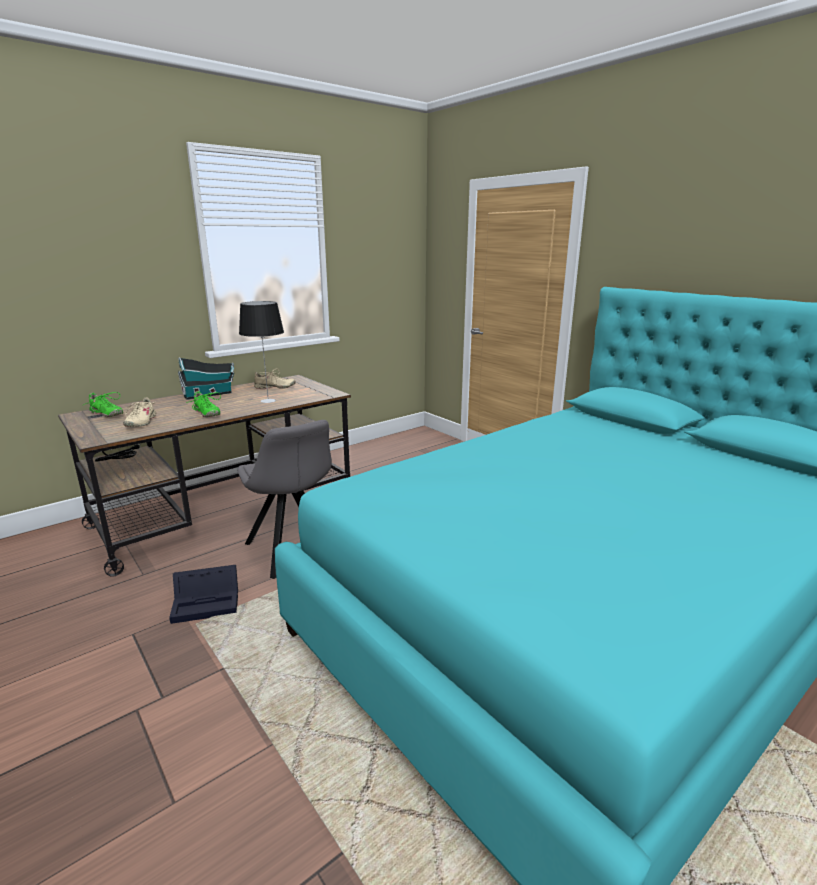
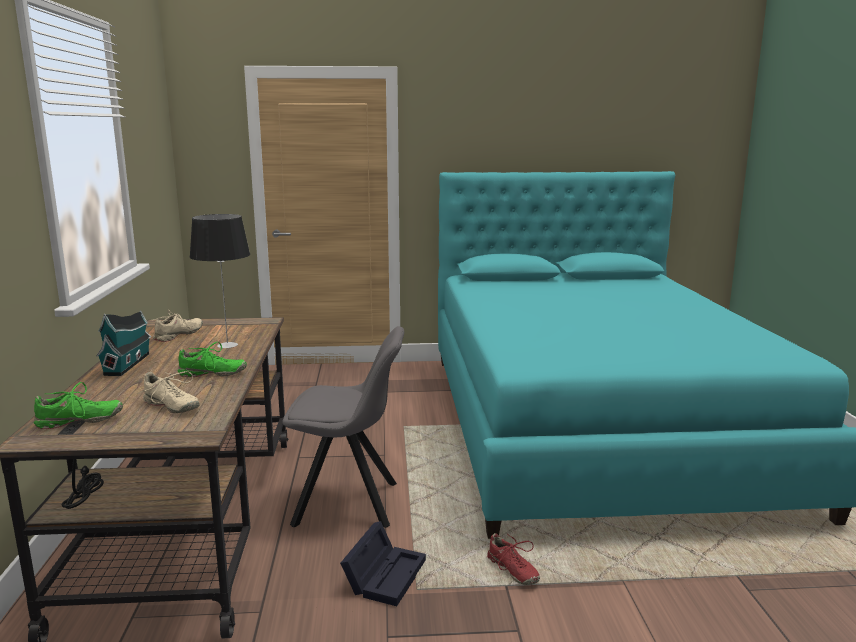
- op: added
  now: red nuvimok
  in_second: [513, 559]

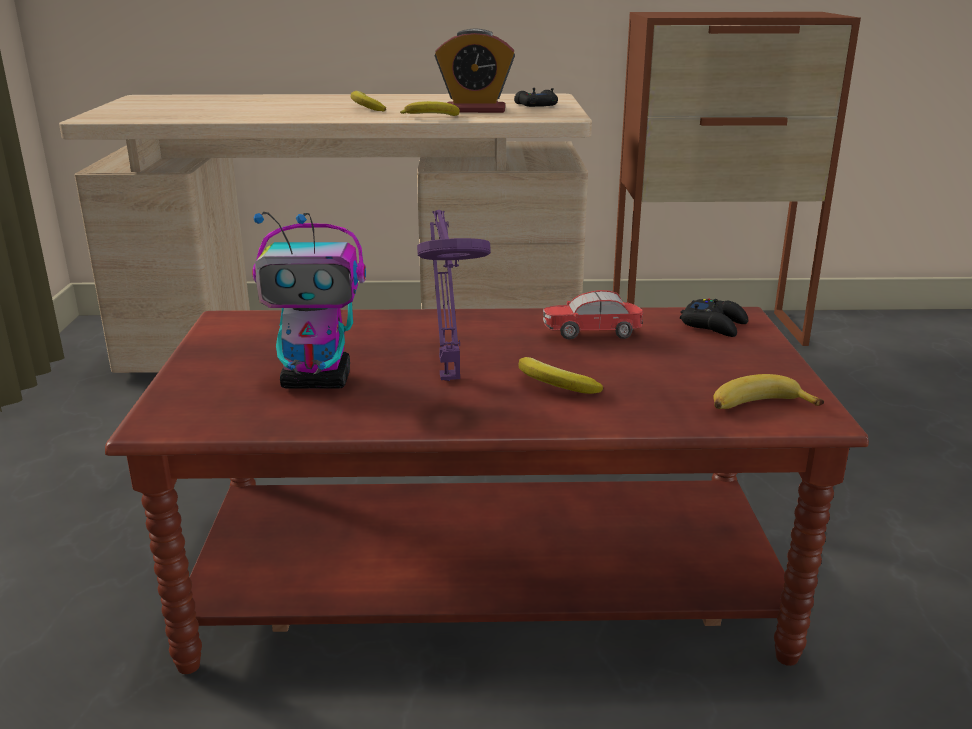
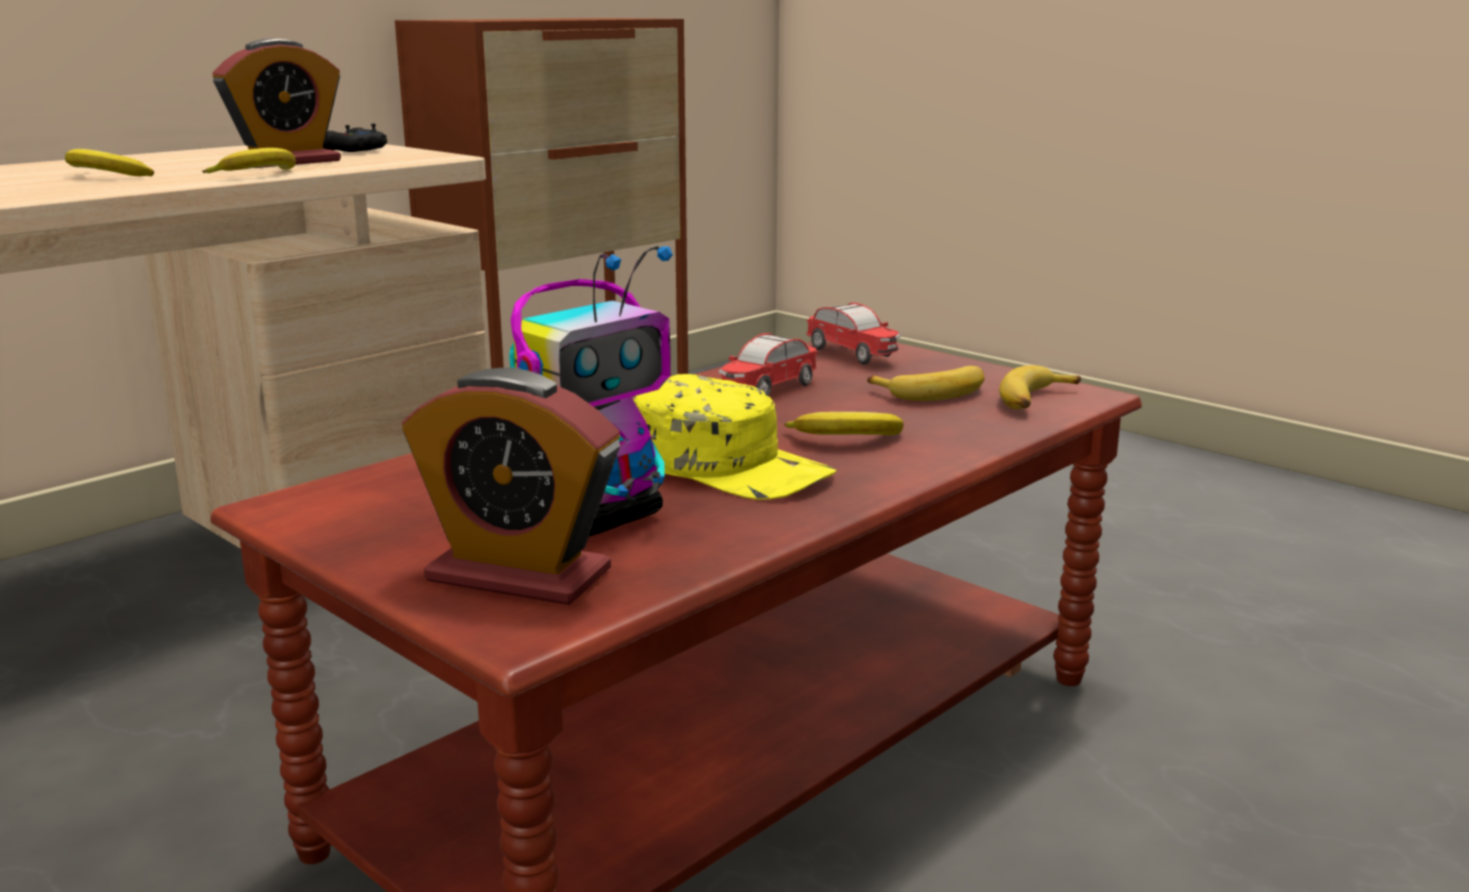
- op: replaced
  was: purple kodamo
  now: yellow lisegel
  in_first: [454, 295]
  in_second: [735, 437]
- op: replaced
  was: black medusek
  now: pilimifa
  in_first: [714, 318]
  in_second: [853, 334]
- op: added
  now: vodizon
  in_second: [511, 486]
- op: added
  now: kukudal
  in_second: [926, 383]

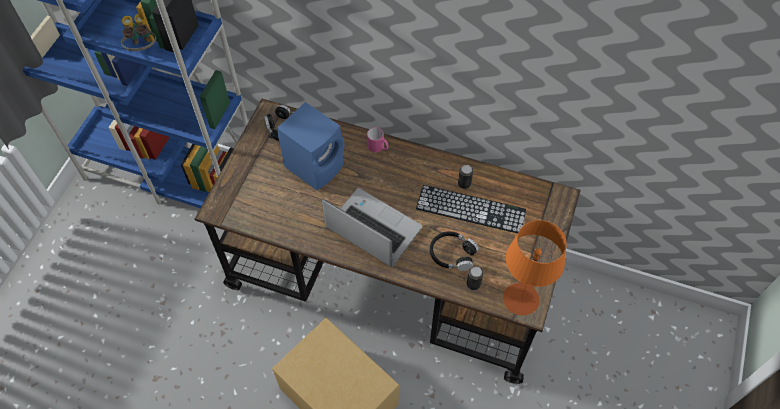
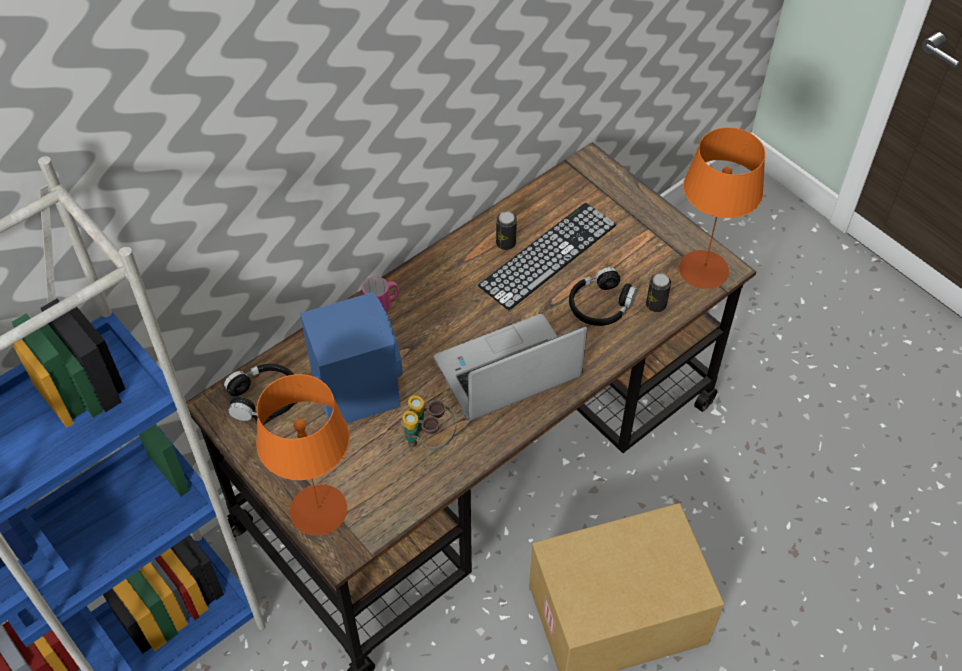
- op: moved
  was: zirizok
  in_first: [138, 32]
  in_second: [428, 423]
- op: added
  now: orange kodamo
  in_second: [303, 455]

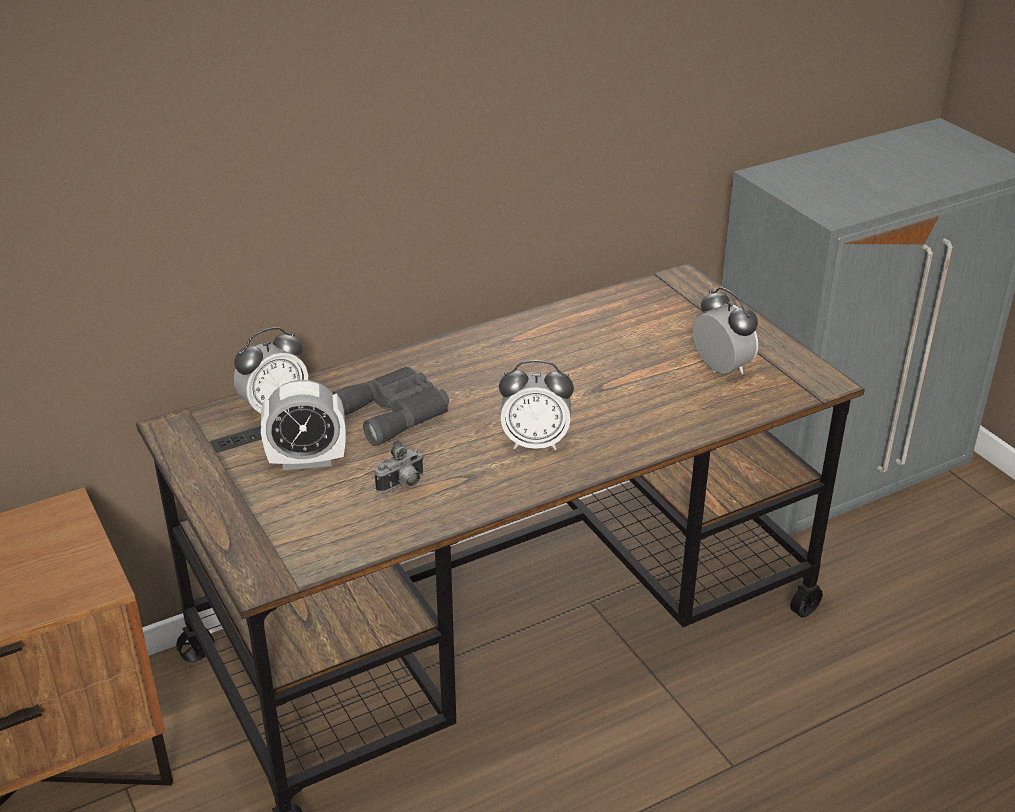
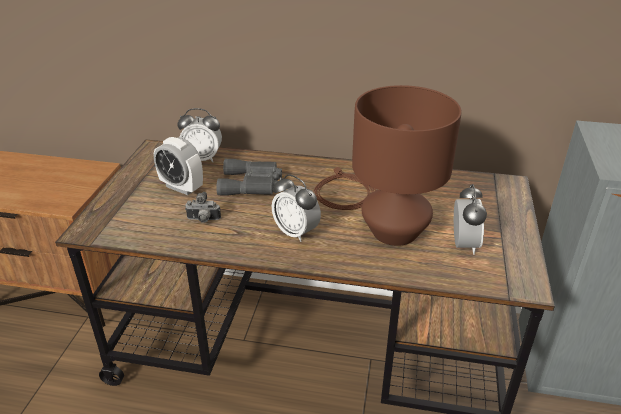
- op: added
  now: brown kodamo
  in_second: [387, 165]

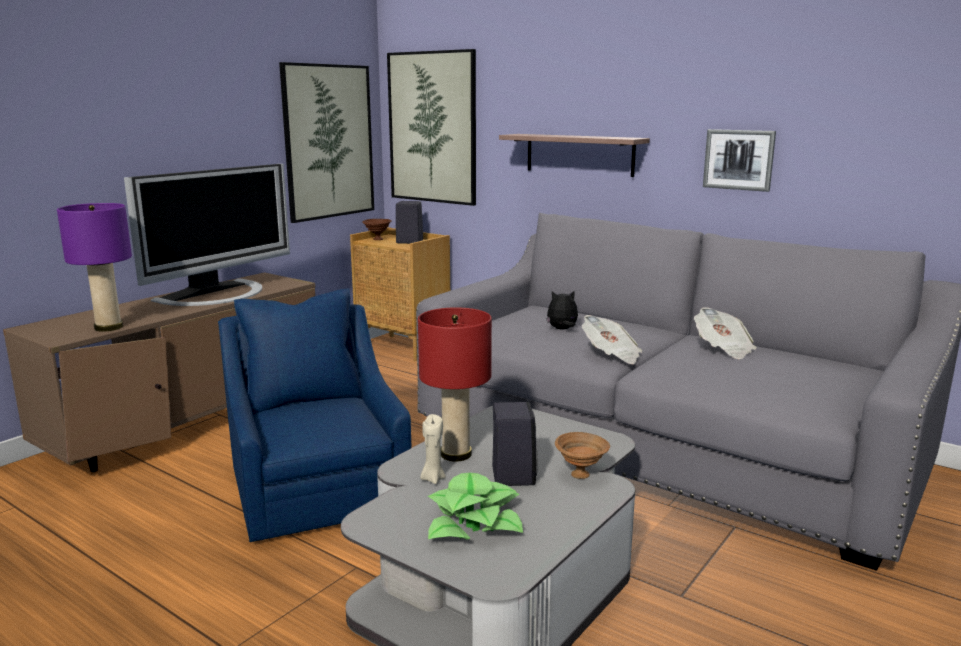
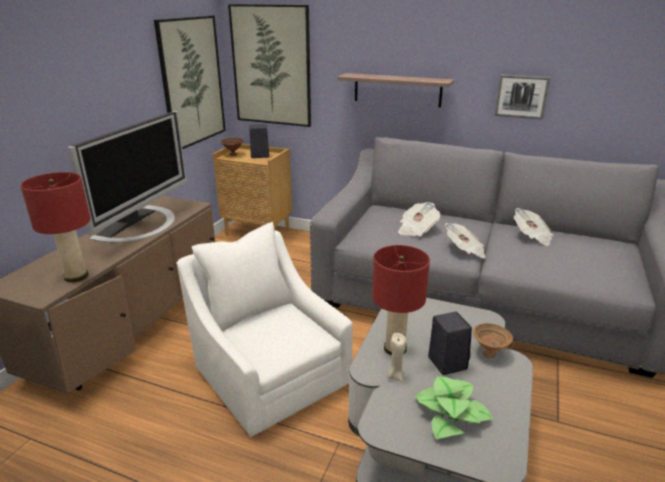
- op: recoloured
  was: purple kodamo
  now: red kodamo
  in_first: [94, 267]
  in_second: [55, 227]
- op: recoloured
  was: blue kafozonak
  now: white kafozonak
  in_first: [315, 415]
  in_second: [264, 329]
- op: replaced
  was: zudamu
  now: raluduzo
  in_first: [562, 309]
  in_second: [419, 219]

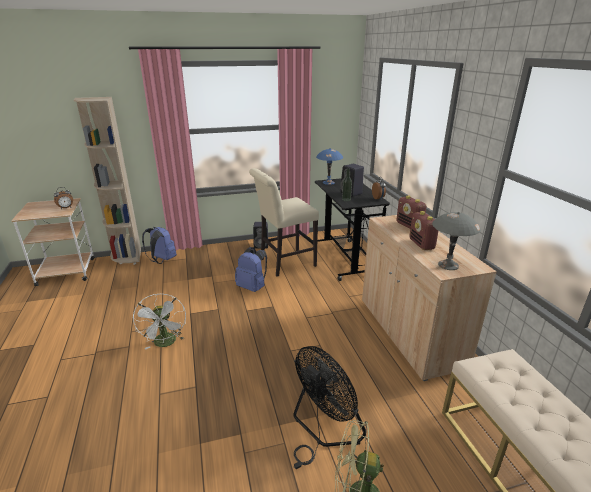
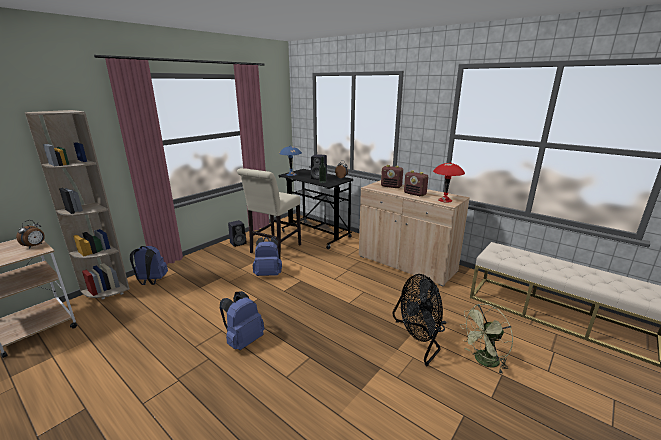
- op: replaced
  was: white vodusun
  now: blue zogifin
  in_first: [159, 322]
  in_second: [242, 320]
- op: turned
  was: black vodusun
  in_first: [329, 407]
  in_second: [419, 320]
  clockwise: -120
- op: recoloured
  was: grey kodamo
  now: red kodamo
  in_first: [456, 241]
  in_second: [449, 182]

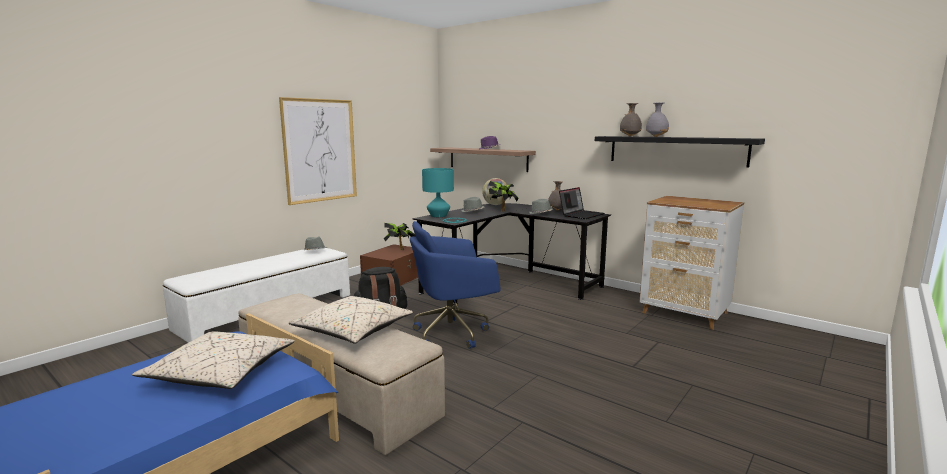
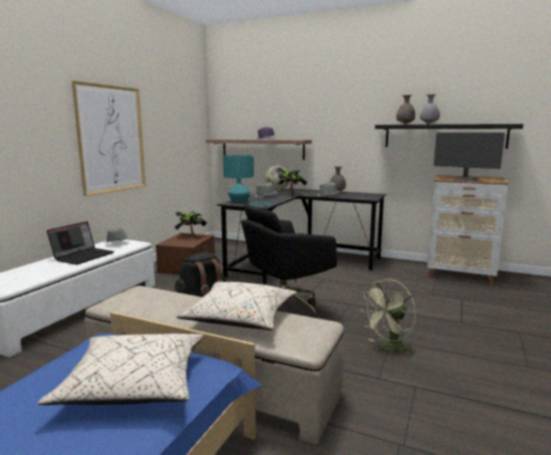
- op: recoloured
  was: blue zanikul
  now: black zanikul
  in_first: [455, 285]
  in_second: [289, 261]
- op: moved
  was: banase
  in_first: [582, 203]
  in_second: [80, 243]
- op: added
  now: green vodusun
  in_second: [388, 318]
- op: added
  now: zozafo
  in_second: [469, 156]

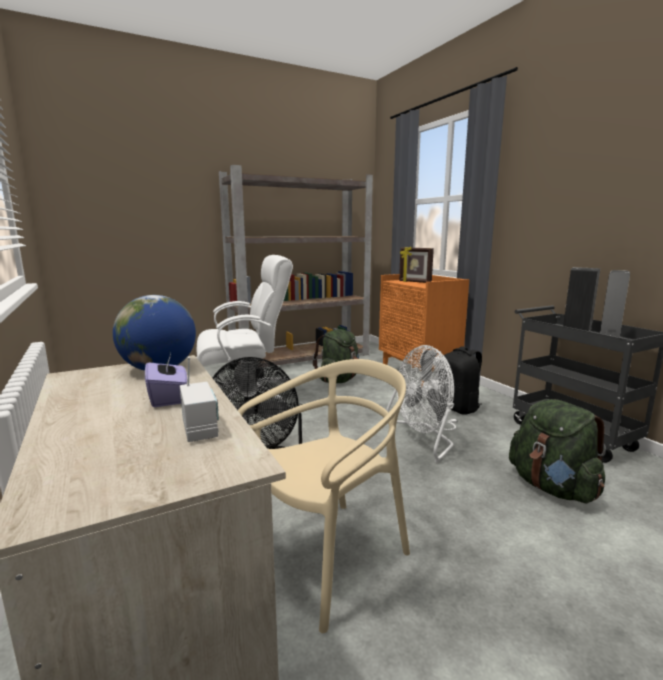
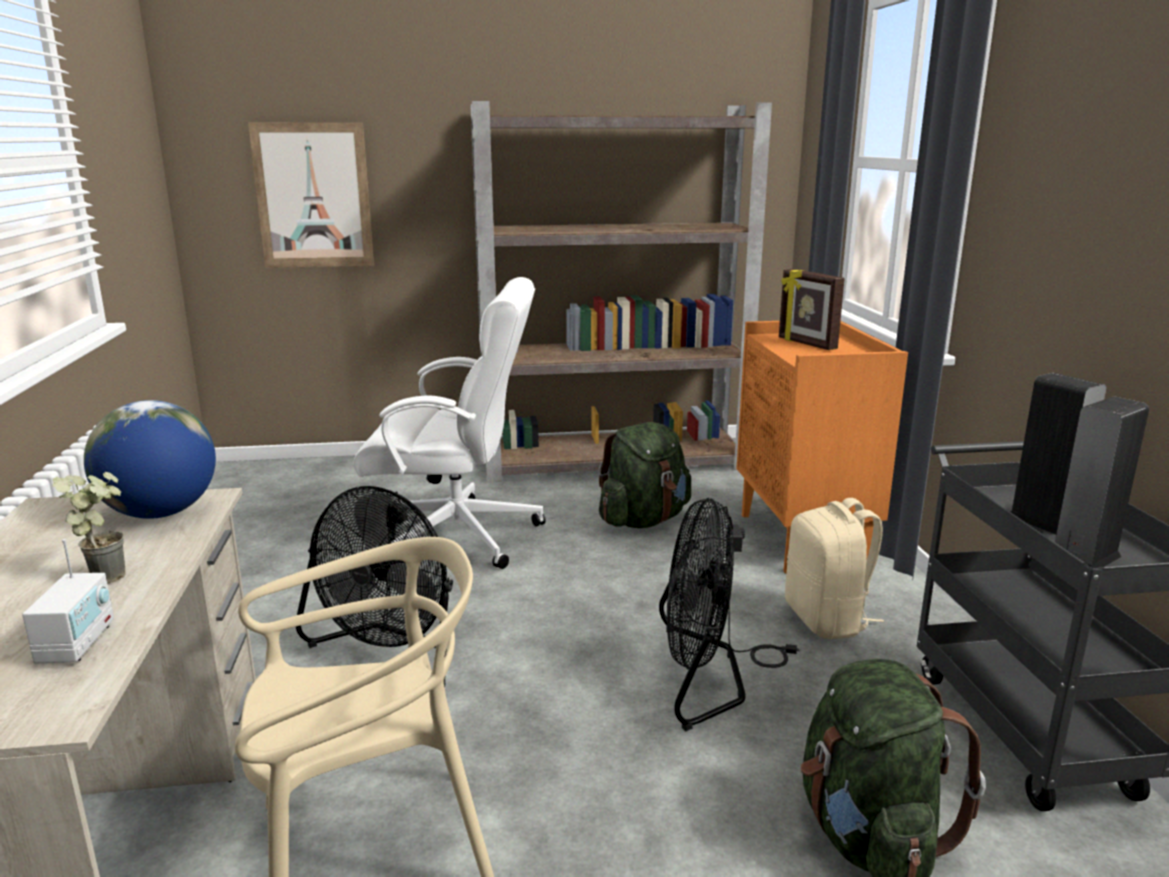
- op: replaced
  was: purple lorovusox
  now: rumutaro
  in_first: [166, 380]
  in_second: [88, 528]
- op: recoloured
  was: white vodusun
  now: black vodusun
  in_first: [422, 404]
  in_second: [729, 615]
- op: recoloured
  was: black zogifin
  now: beige zogifin
  in_first: [459, 380]
  in_second: [834, 568]
- op: added
  now: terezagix
  in_second: [311, 195]

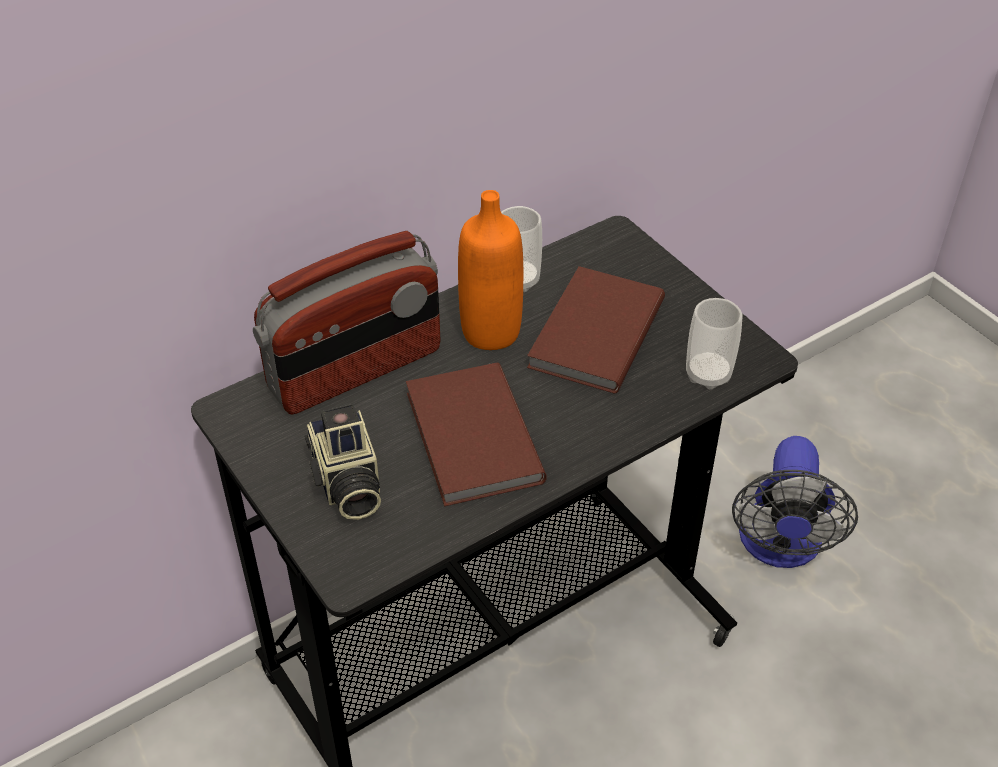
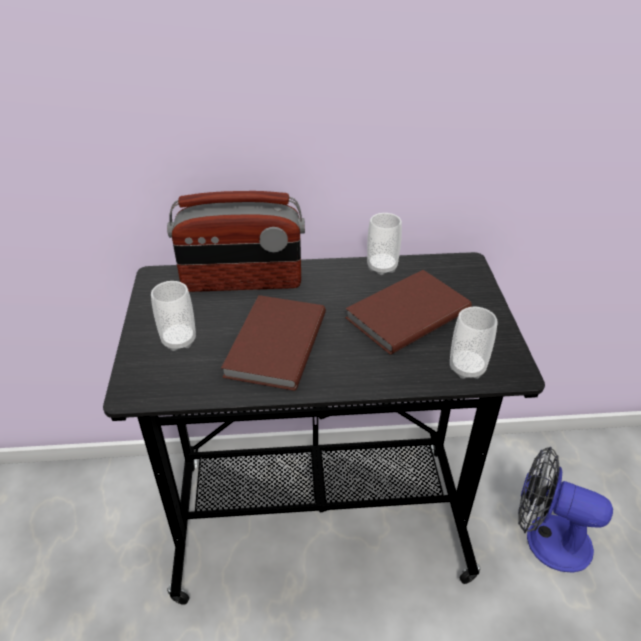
- op: replaced
  was: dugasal
  now: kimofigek
  in_first: [343, 462]
  in_second: [173, 316]
- op: removed
  was: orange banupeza
  in_first: [490, 270]
- op: turned
  was: vodusun
  in_first: [795, 502]
  in_second: [565, 510]
  clockwise: 75

